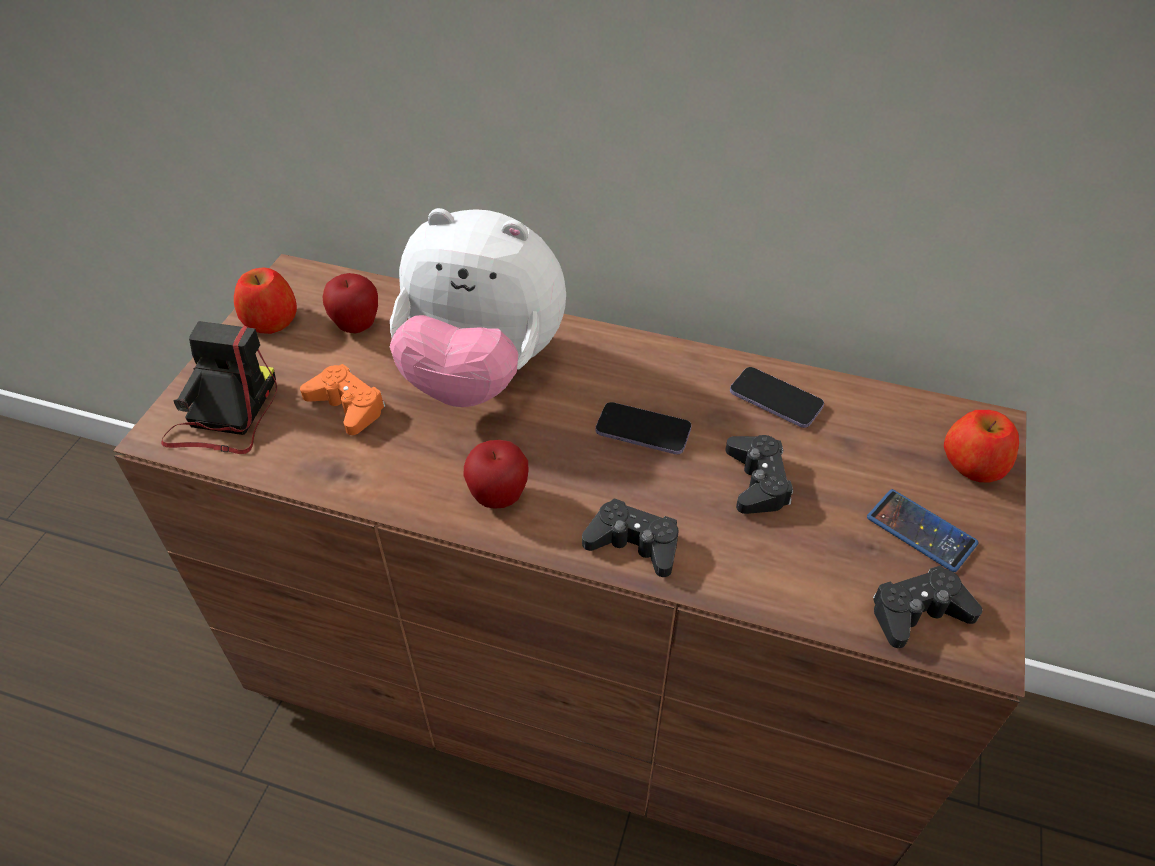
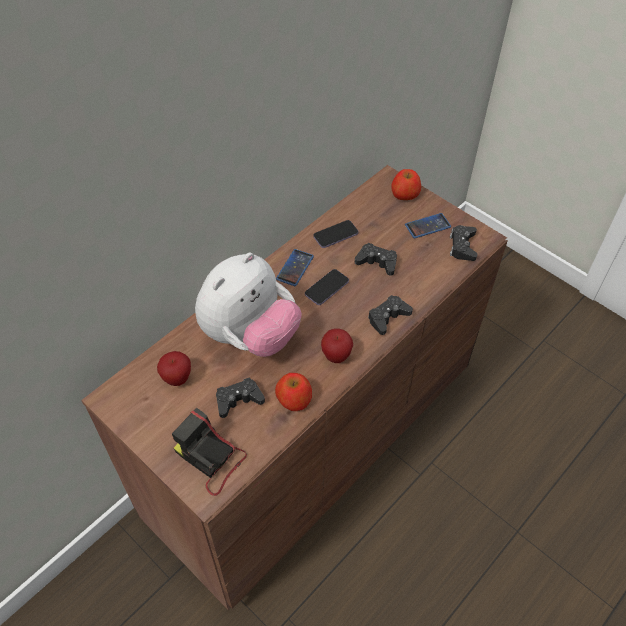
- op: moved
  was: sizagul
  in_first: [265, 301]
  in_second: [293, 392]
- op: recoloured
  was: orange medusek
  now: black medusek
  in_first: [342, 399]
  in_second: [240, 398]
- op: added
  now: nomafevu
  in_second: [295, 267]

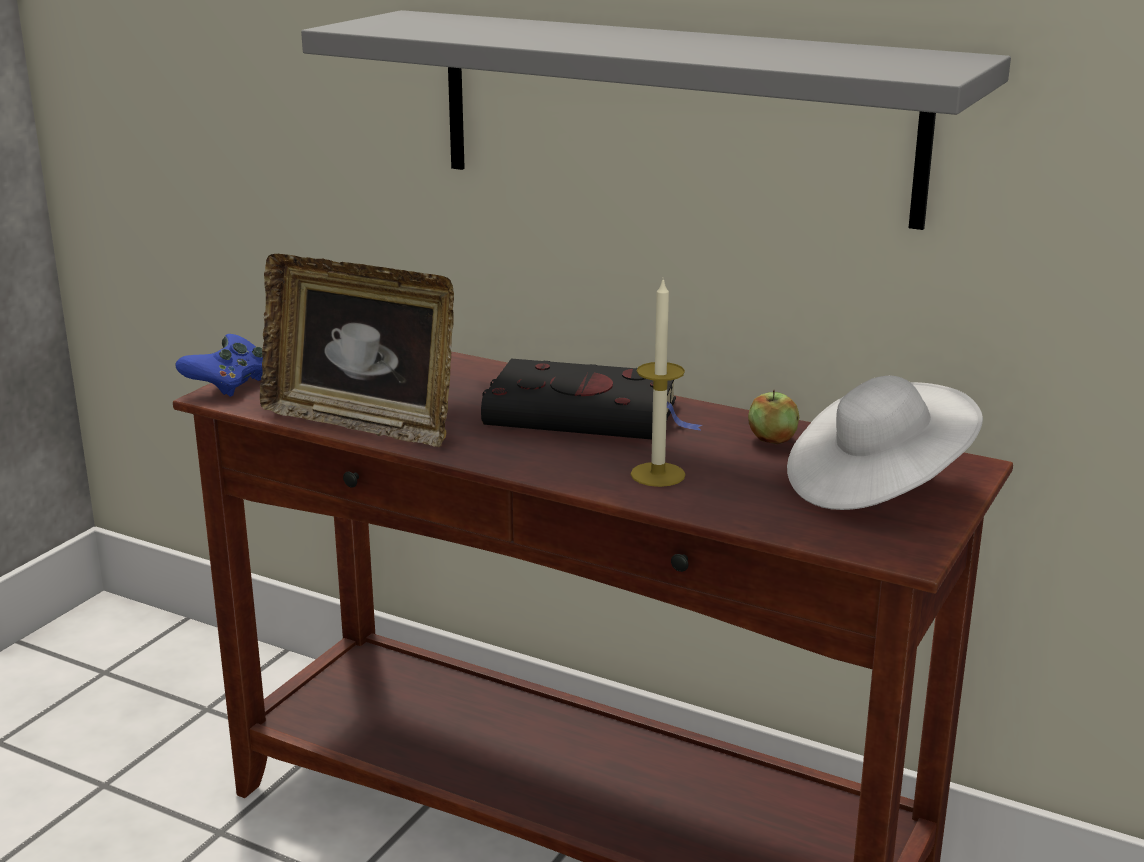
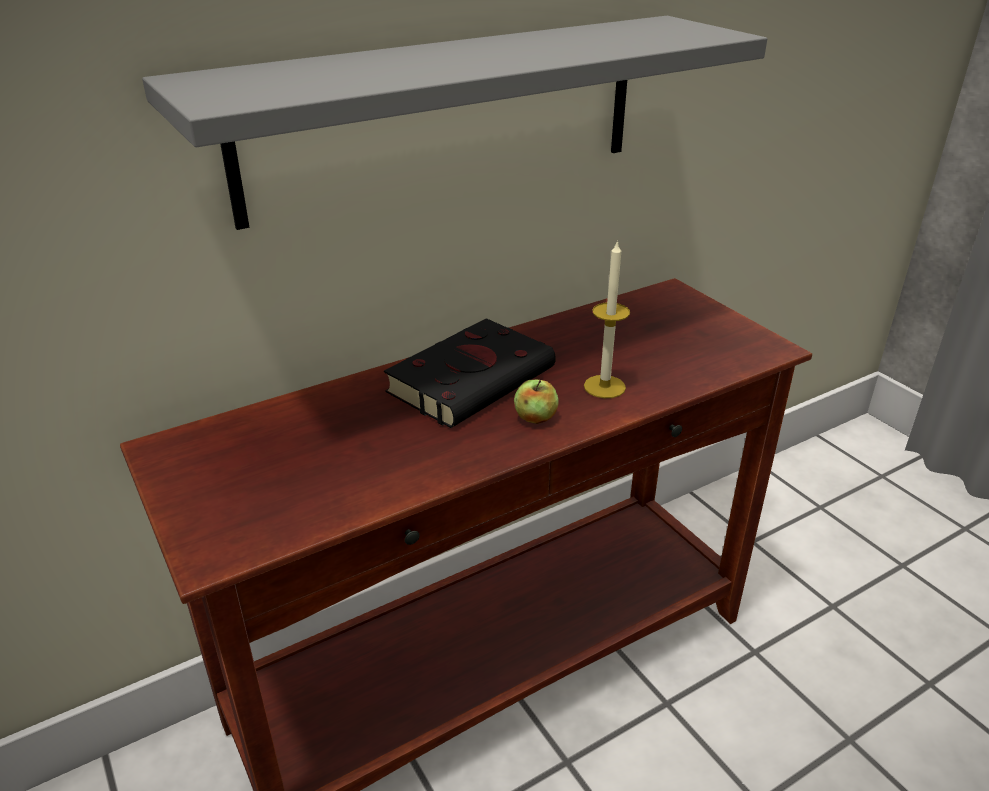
- op: removed
  was: blue medusek
  in_first: [219, 365]
- op: removed
  was: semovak
  in_first: [357, 350]
- op: moved
  was: sizagul
  in_first: [773, 417]
  in_second: [536, 402]
- op: removed
  was: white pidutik
  in_first: [885, 443]

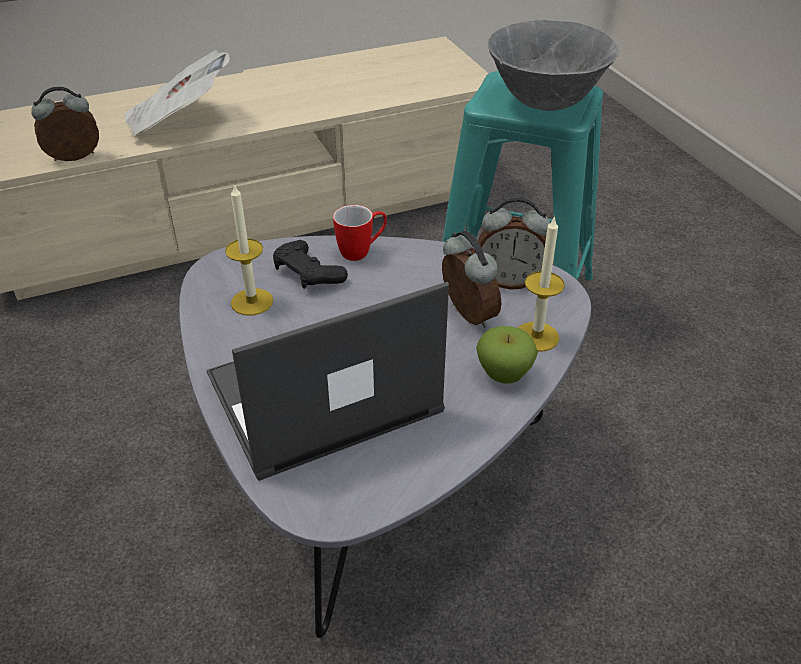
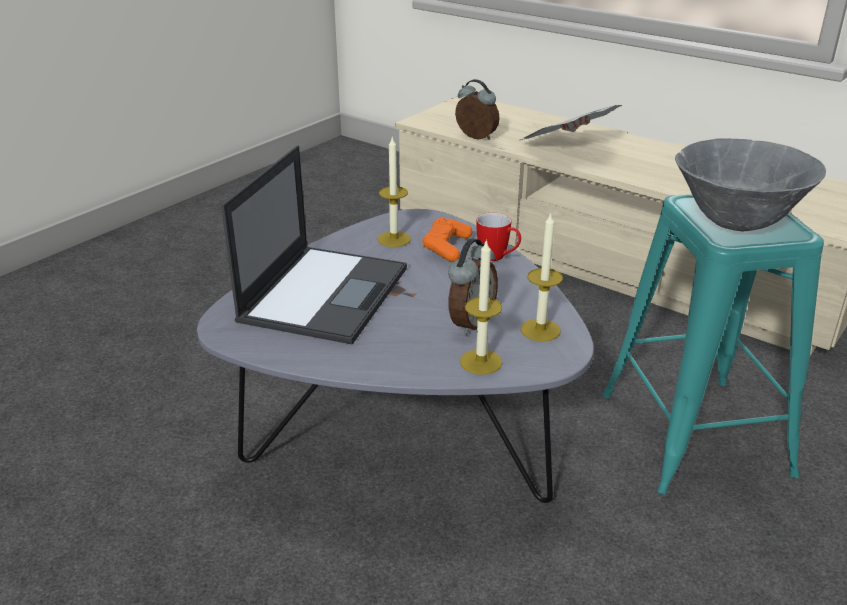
- op: turned
  was: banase
  in_first: [327, 381]
  in_second: [314, 245]
  clockwise: 75
- op: recoloured
  was: black medusek
  now: orange medusek
  in_first: [310, 264]
  in_second: [447, 240]
- op: removed
  was: sizagul
  in_first: [507, 355]
- op: replaced
  was: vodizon
  now: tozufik
  in_first: [514, 243]
  in_second: [542, 276]

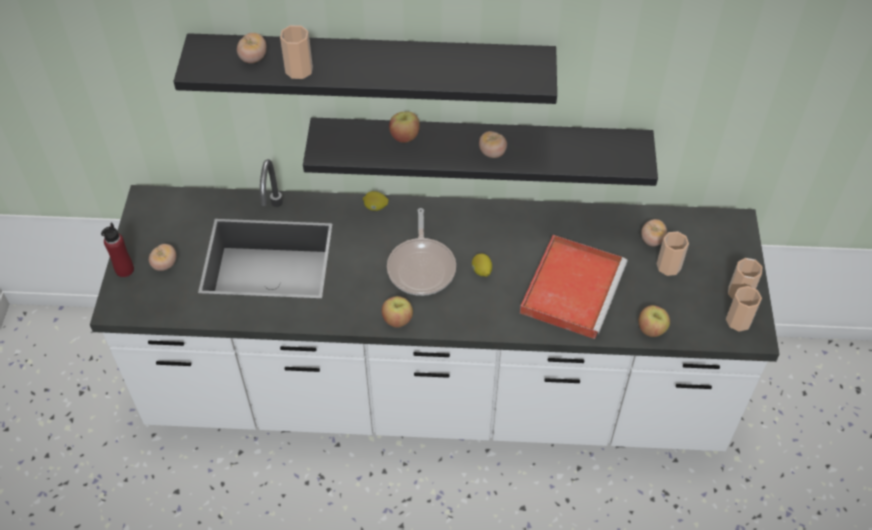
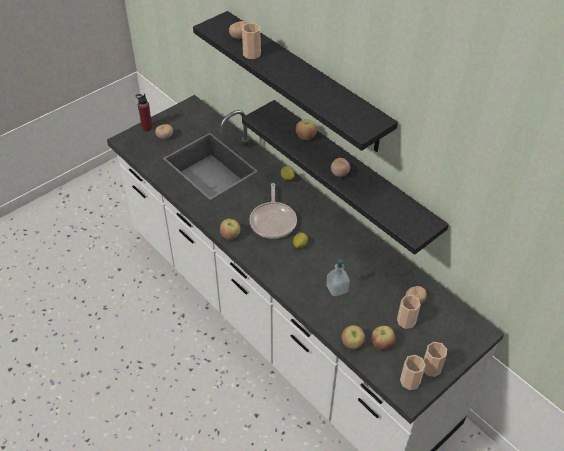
- op: turned
  was: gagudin
  in_first: [421, 252]
  in_second: [273, 211]
  clockwise: -45
- op: replaced
  was: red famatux
  now: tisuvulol
  in_first: [574, 287]
  in_second: [338, 277]
- op: added
  now: sizagul
  in_second: [383, 338]

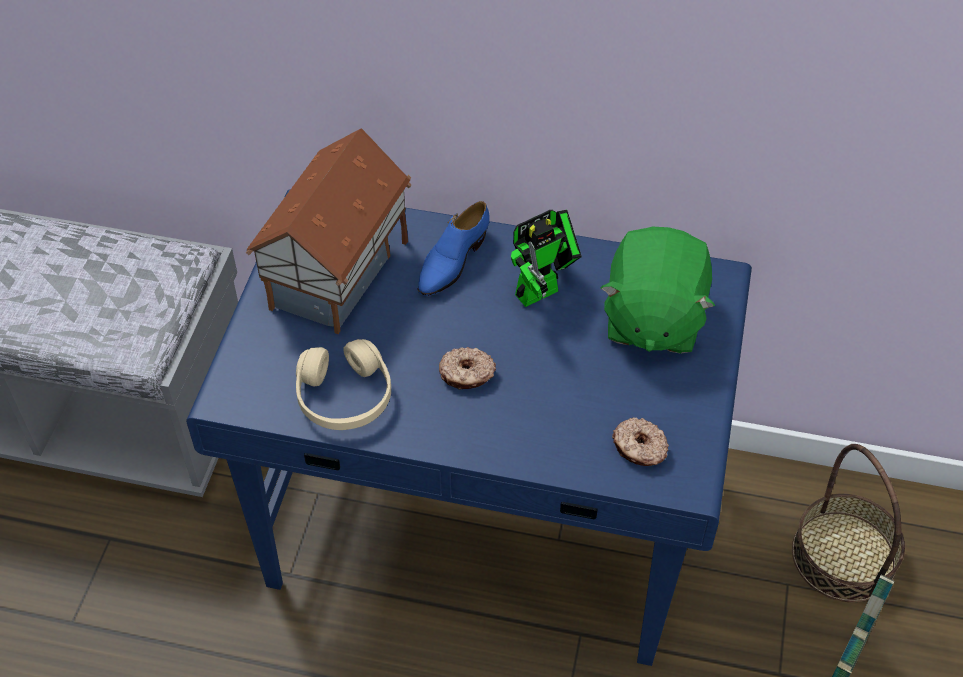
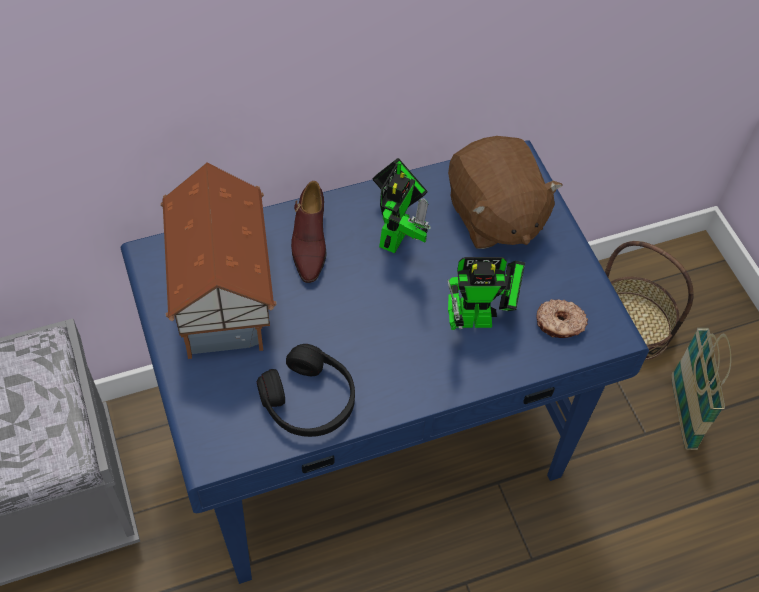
- op: recoloured
  was: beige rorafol
  now: black rorafol
  in_first: [343, 384]
  in_second: [306, 390]
- op: recoloured
  was: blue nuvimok
  now: brown nuvimok
  in_first: [454, 248]
  in_second: [309, 232]
- op: removed
  was: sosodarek
  in_first: [467, 368]
- op: recoloured
  was: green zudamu
  now: brown zudamu
  in_first: [658, 290]
  in_second: [505, 192]
- op: added
  now: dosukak
  in_second: [486, 293]

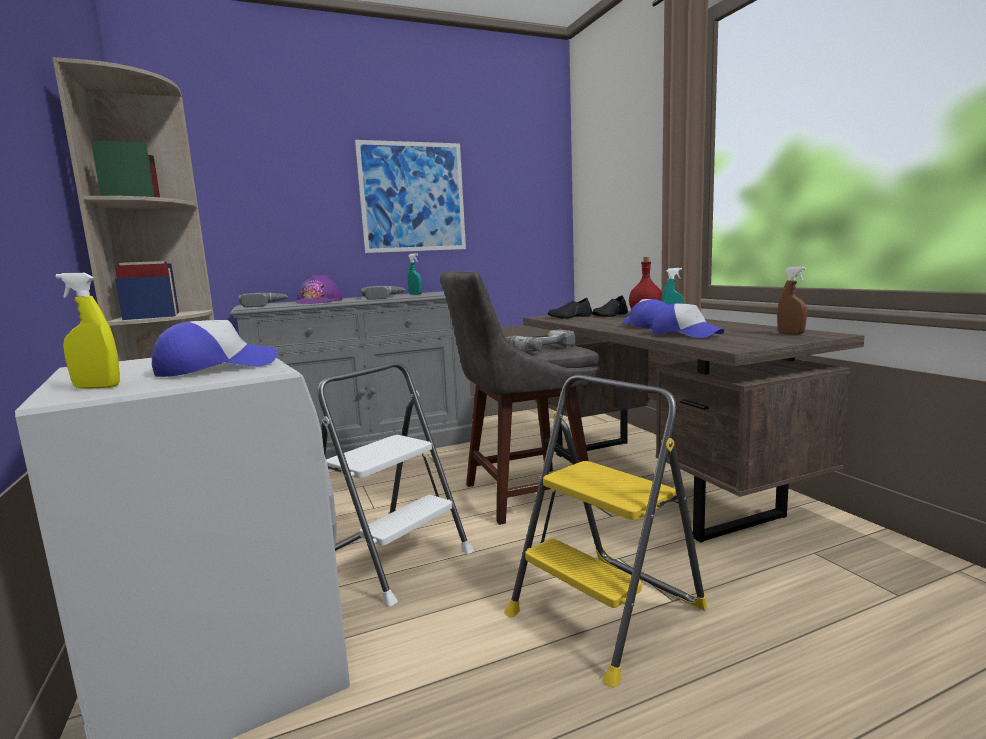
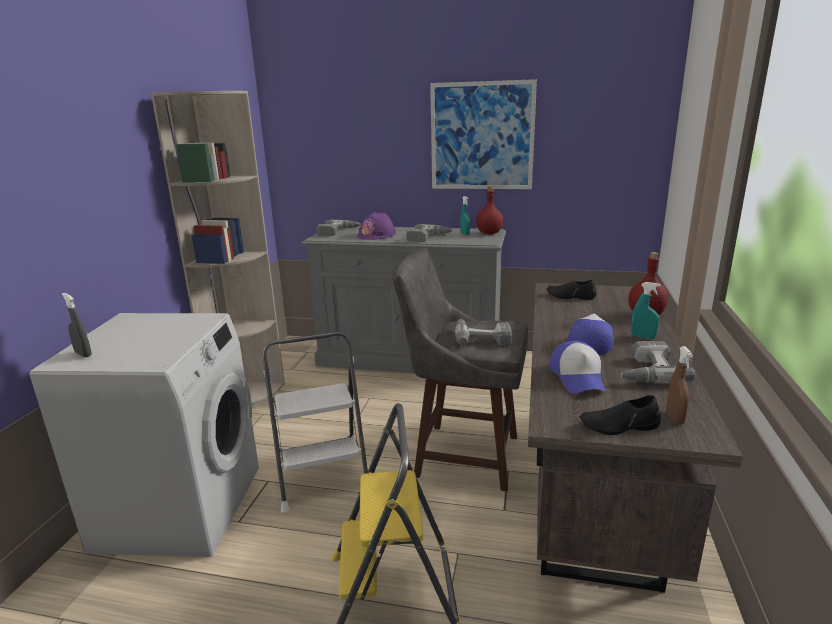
- op: recoloured
  was: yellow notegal
  now: grey notegal
  in_first: [88, 331]
  in_second: [77, 325]
- op: removed
  was: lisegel
  in_first: [215, 348]
- op: moved
  was: black nuvimok
  in_first: [610, 306]
  in_second: [620, 415]
- op: added
  now: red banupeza
  in_second: [489, 210]
- op: added
  now: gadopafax
  in_second: [658, 362]

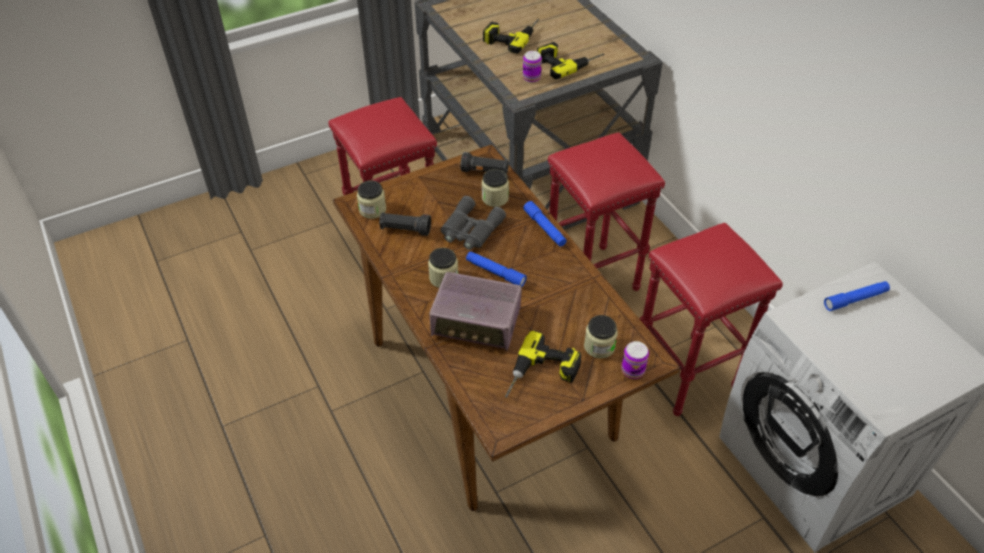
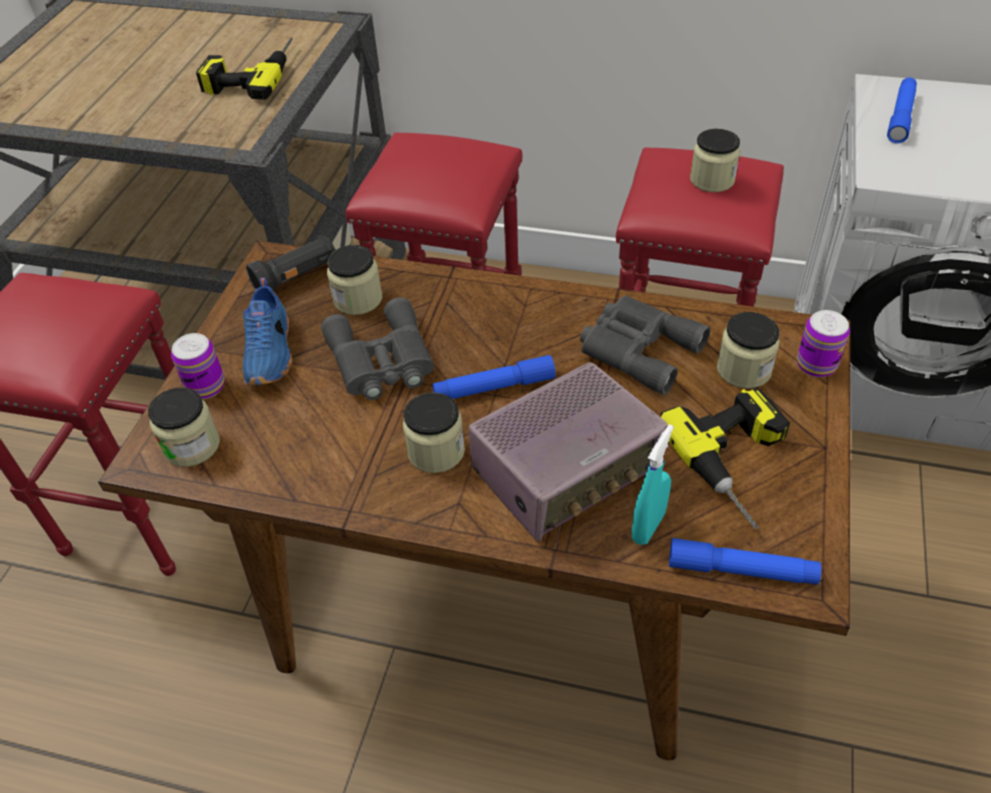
- op: removed
  was: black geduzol
  in_first: [405, 224]
- op: removed
  was: gadopafax
  in_first: [511, 36]
- op: moved
  was: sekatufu
  in_first: [532, 66]
  in_second: [198, 366]
- op: moved
  was: blue geduzol
  in_first: [545, 223]
  in_second: [745, 561]
- op: added
  now: blue nuvimok
  in_second: [267, 331]
- op: added
  now: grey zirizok
  in_second: [645, 345]
- op: added
  now: turquoise notegal
  in_second: [652, 485]
- op: added
  now: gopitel
  in_second: [715, 160]

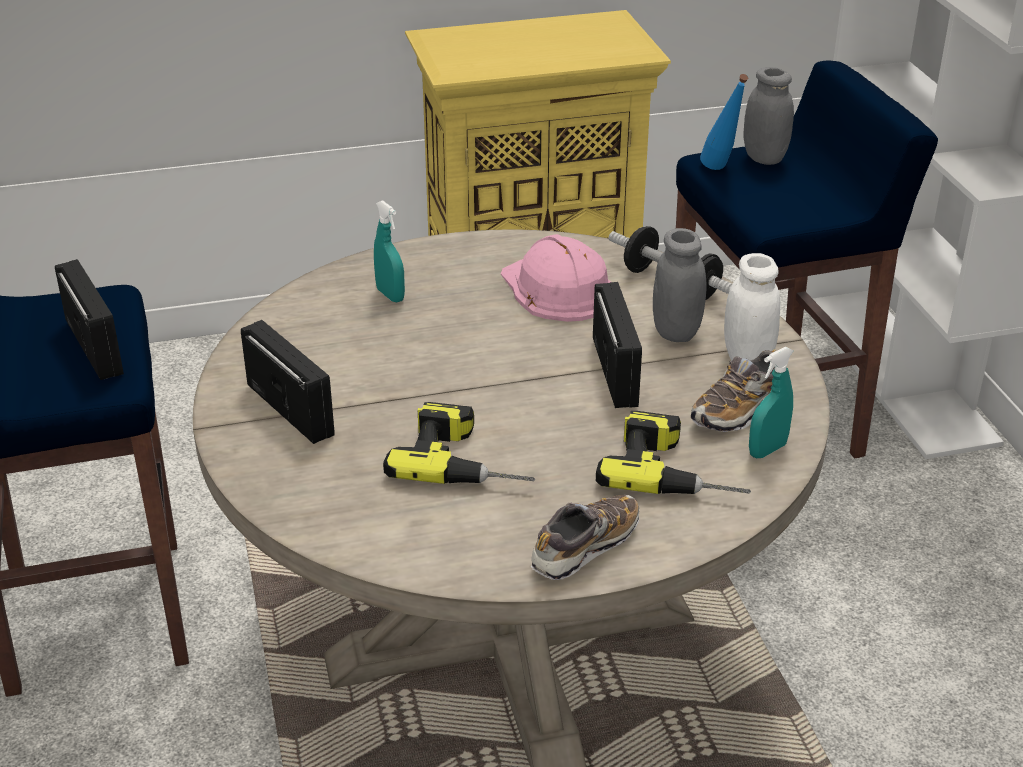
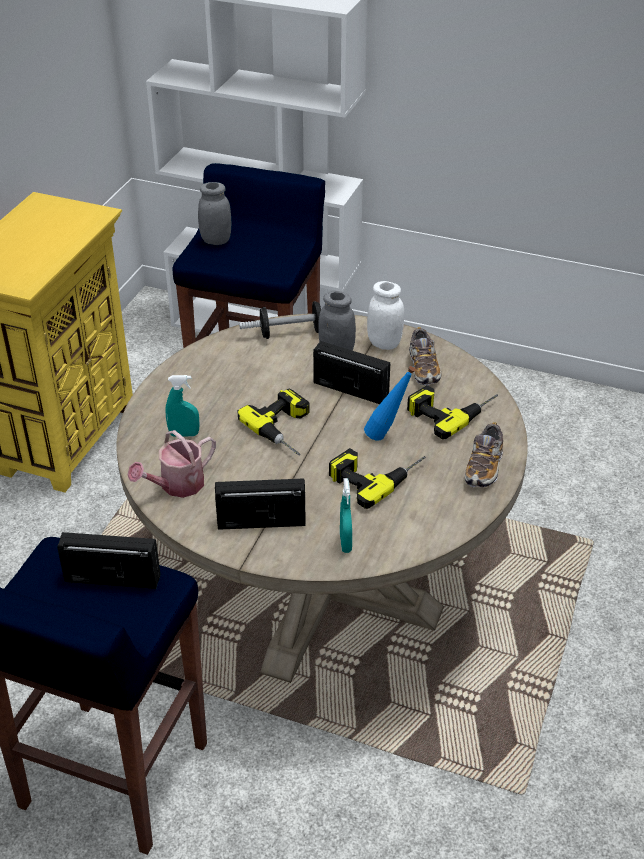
- op: removed
  was: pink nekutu
  in_first: [556, 278]
- op: turned
  was: nuvimok
  in_first: [584, 537]
  in_second: [484, 455]
  clockwise: -150
- op: moved
  was: blue banupeza
  in_first: [724, 122]
  in_second: [390, 403]
- op: moved
  was: turquoise notegal
  in_first: [771, 402]
  in_second: [346, 515]
- op: added
  now: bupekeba
  in_second: [172, 464]
- op: added
  now: gadopafax
  in_second: [273, 422]

